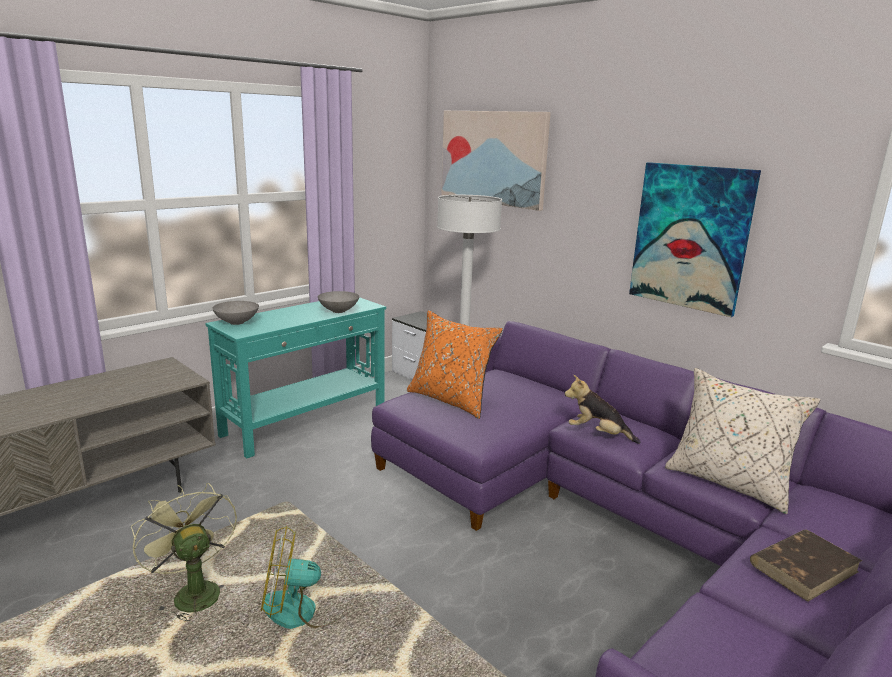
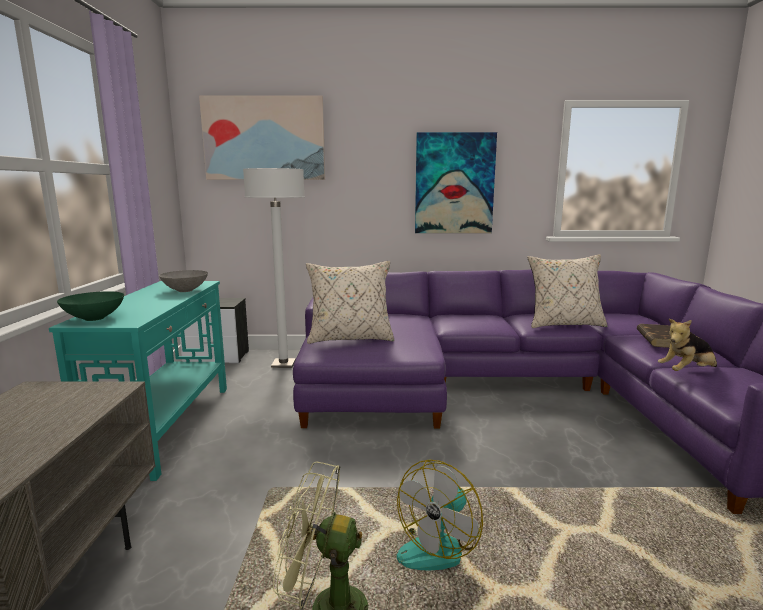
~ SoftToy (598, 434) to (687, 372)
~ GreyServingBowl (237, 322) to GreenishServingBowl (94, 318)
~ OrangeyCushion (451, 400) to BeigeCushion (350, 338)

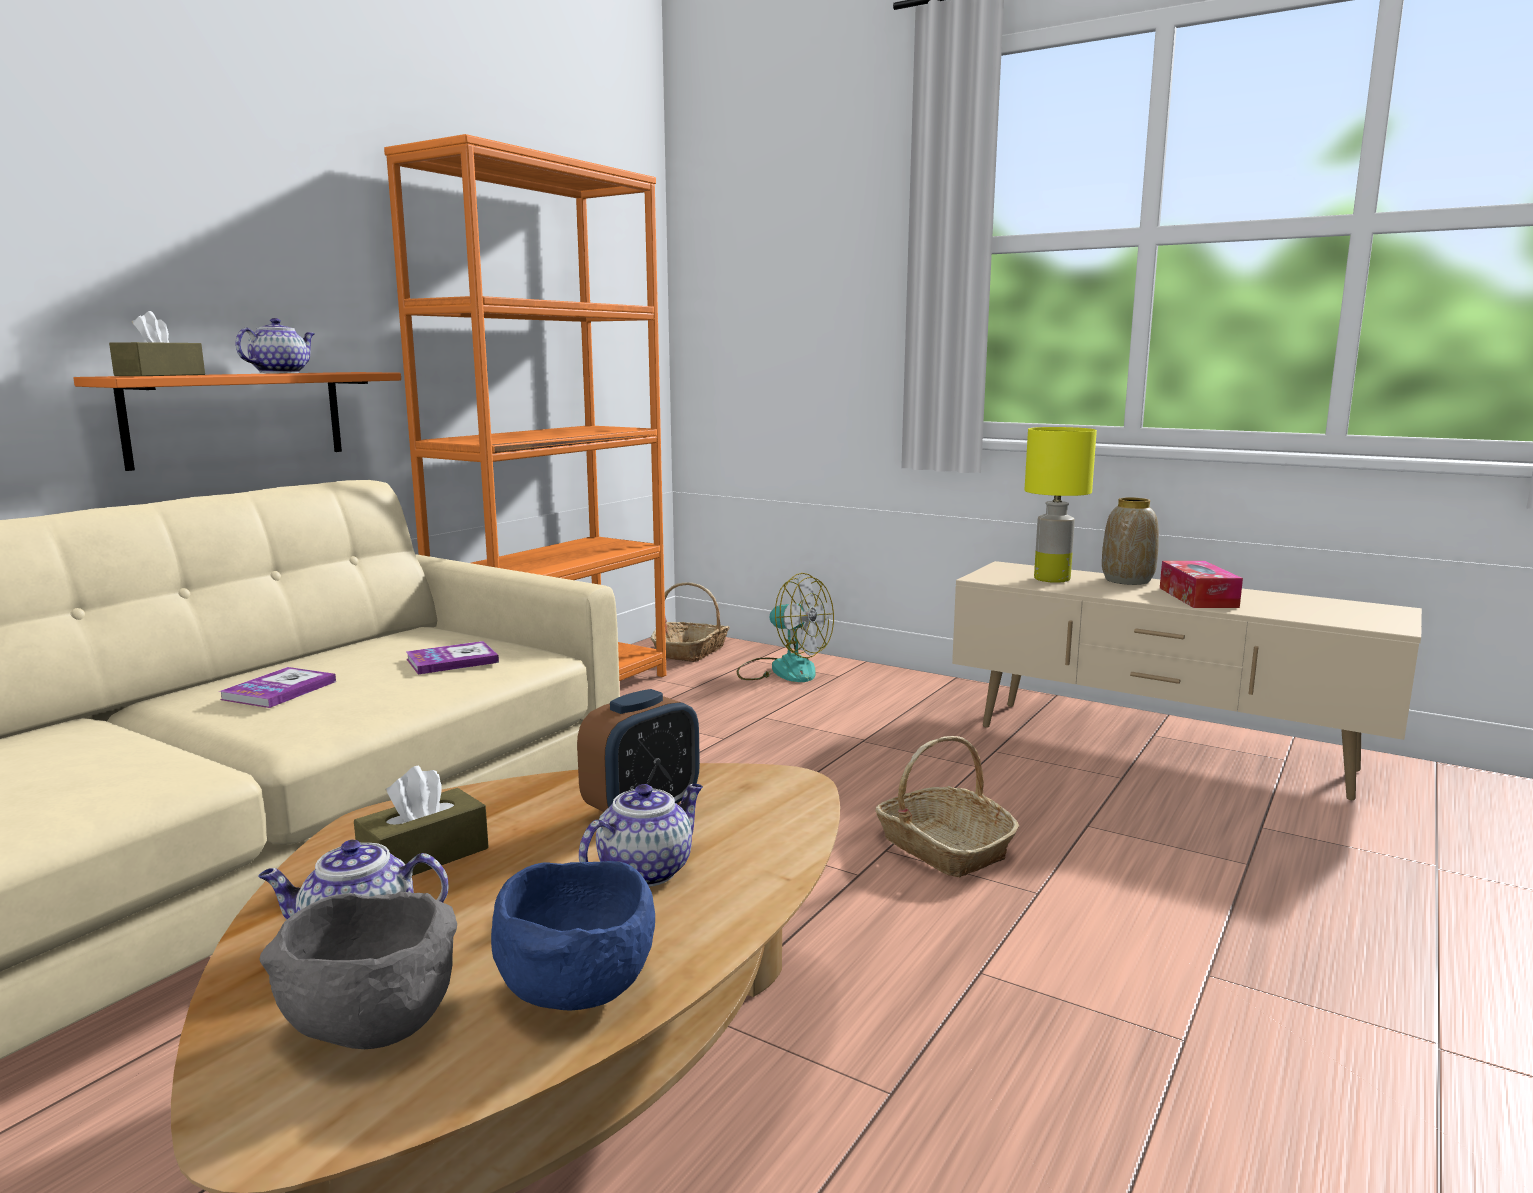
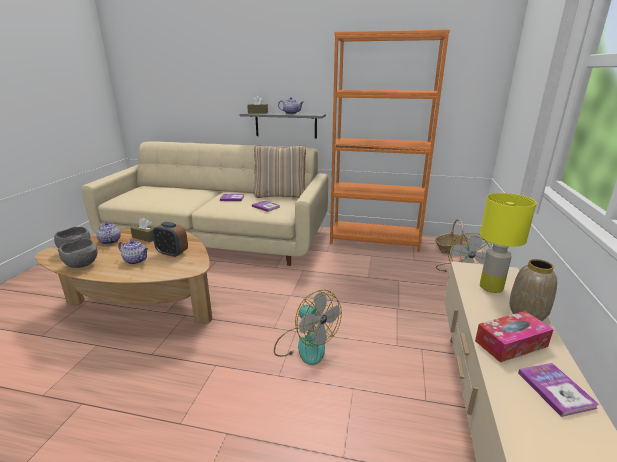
+ BeigeCushion (280, 195)
+ Volume (555, 390)
~ Basket (942, 847) to CoolingFan (305, 345)
~ OrangeyShelf (237, 417) to GreyShelf (286, 125)
~ BlueColouredServingBowl (577, 989) to GreyServingBowl (83, 265)

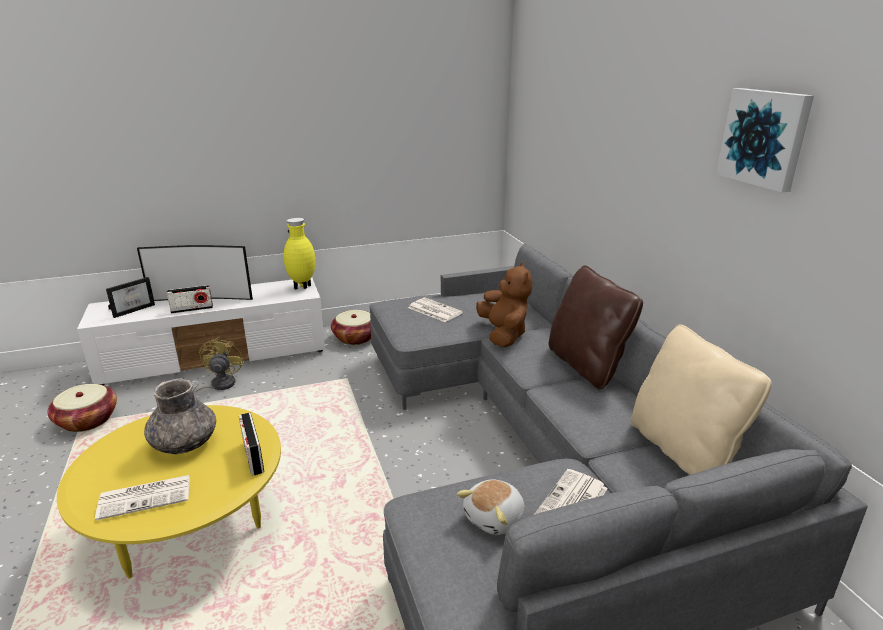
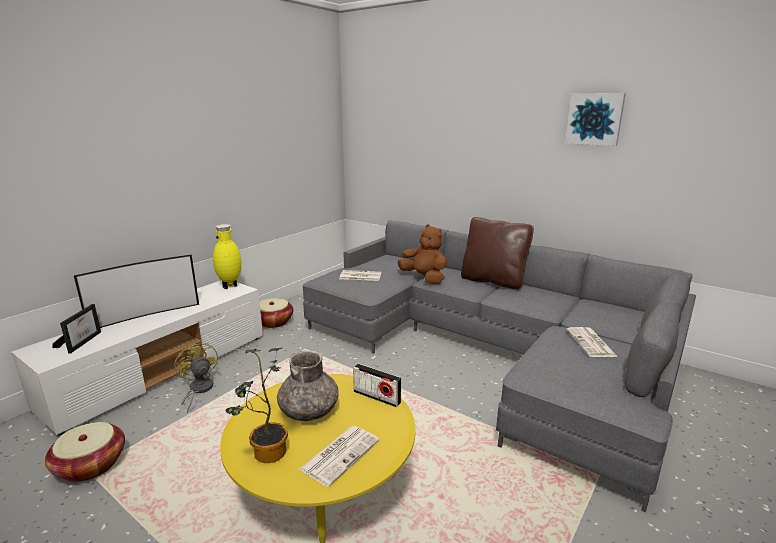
- RadioReceiver (192, 309)
- SoftToy (495, 518)
- BeigeCushion (683, 451)
+ Houseplant (266, 455)

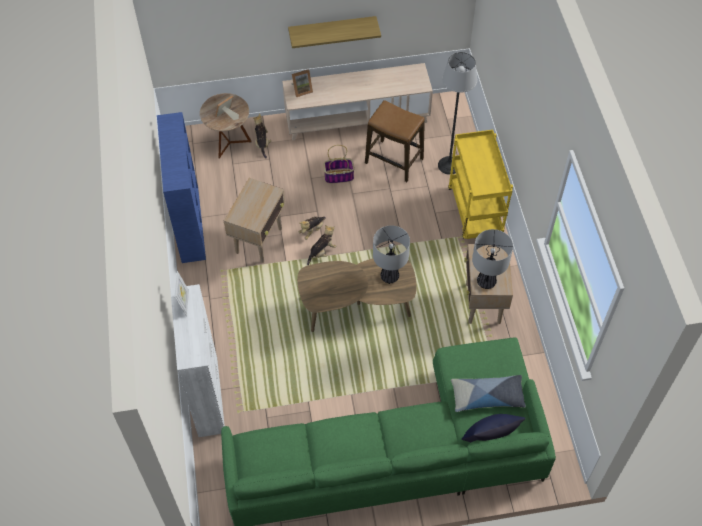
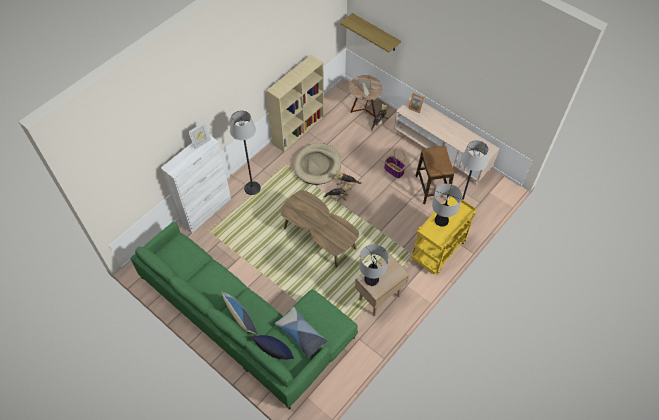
+ Cushion (240, 318)
+ StandardLamp (252, 188)
~ Shelf (332, 30) to (375, 33)
~ TabletopLamp (389, 276) to (441, 221)
~ BeigeEndTable (259, 240) to BeigeDogBed (317, 165)
~ BlueColouredShelvingUnit (189, 223) to BeigeShelvingUnit (298, 129)

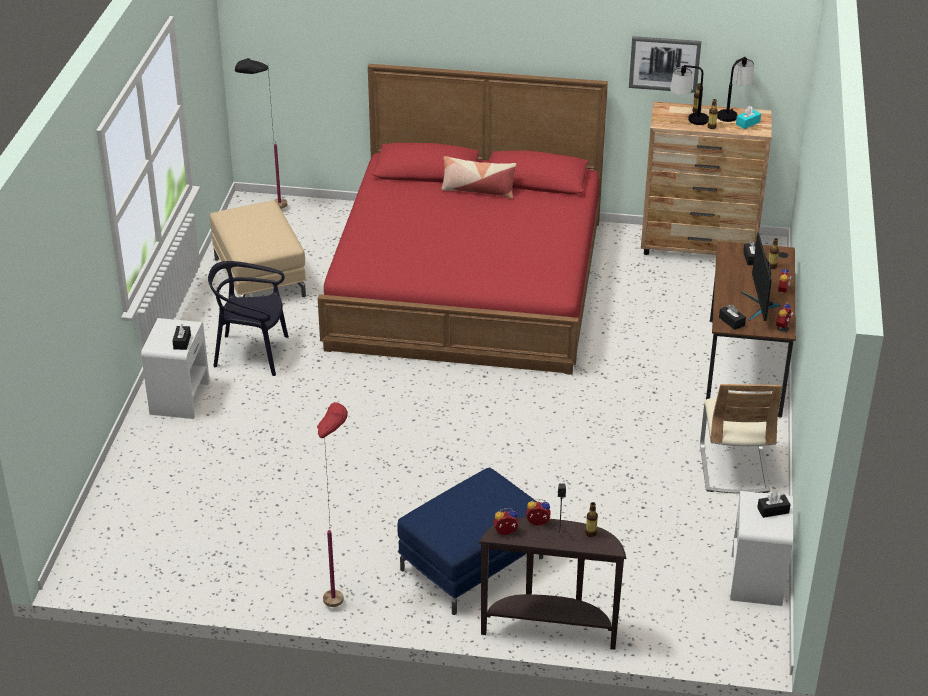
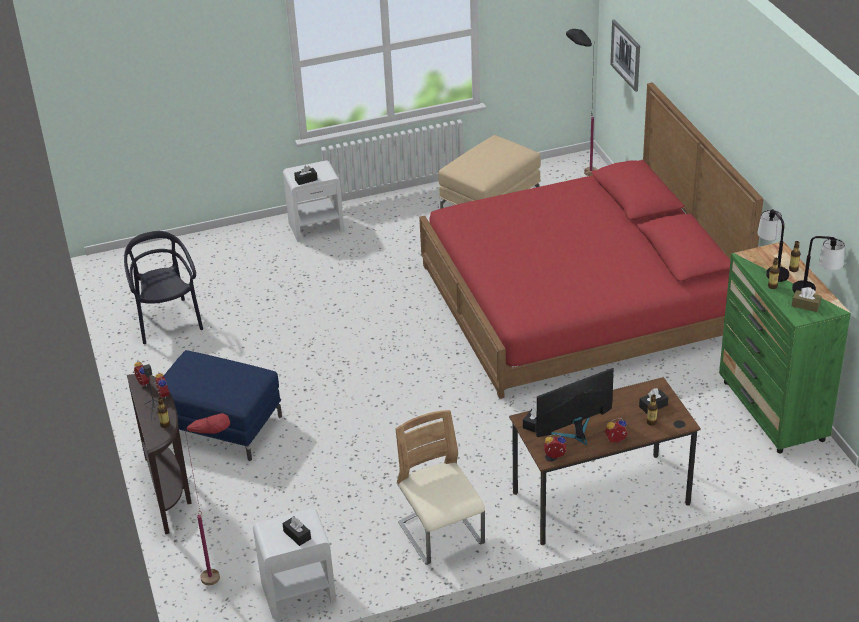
- Cushion (478, 190)
~ BlackColouredUprightChair (252, 353) to (167, 321)
~ RedColouredStandardLamp (339, 592) to (227, 579)
~ WallPicture (664, 63) to (626, 55)
~ BrownChestOfDrawers (699, 247) to GreenishChestOfDrawers (772, 411)
~ TurquoiseColouredTissueBox (747, 123) to BrownTissueBox (805, 305)
~ BeigeUprightChair (733, 468) = (441, 535) 90 degrees clockwise

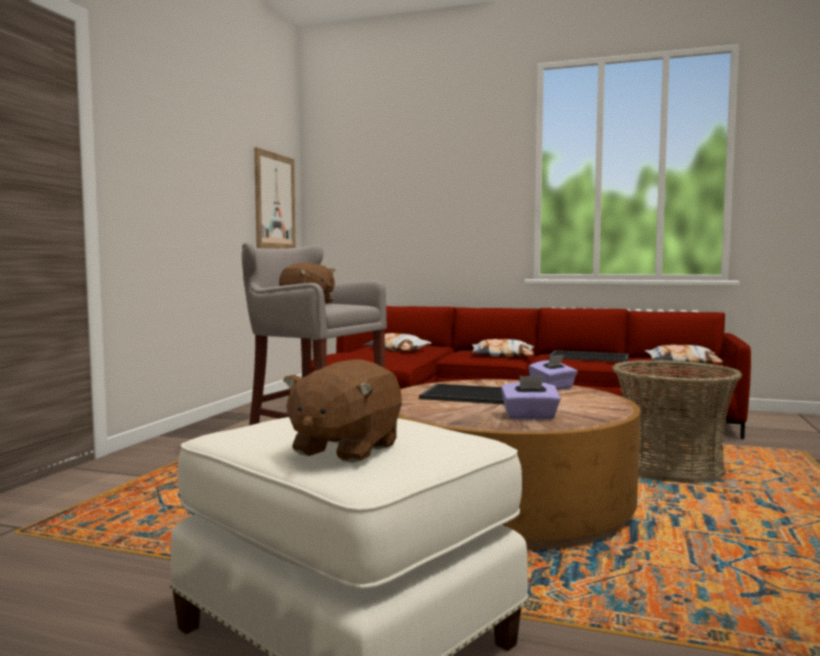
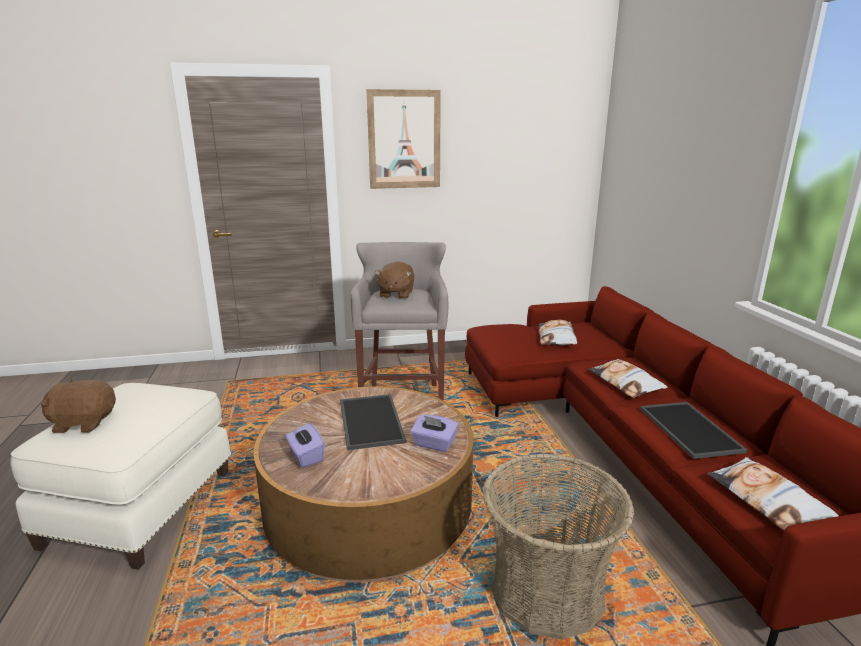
~ WallPicture (275, 202) to (404, 140)

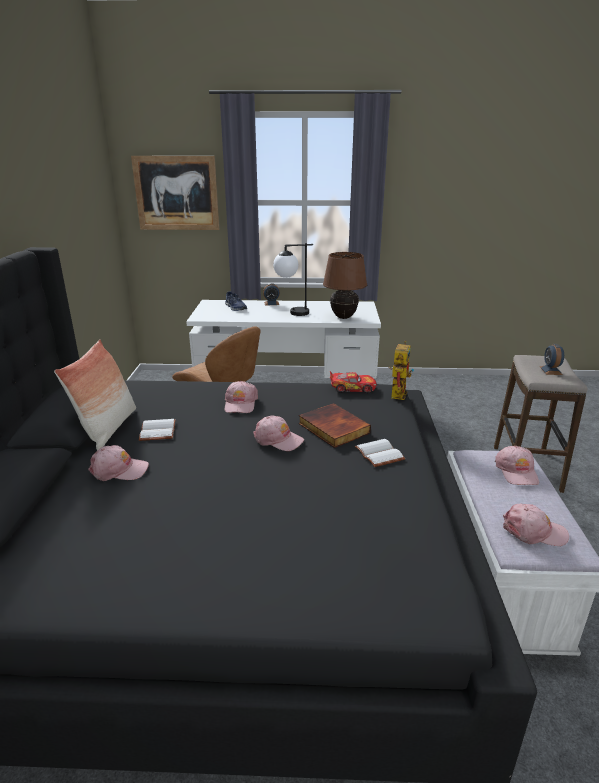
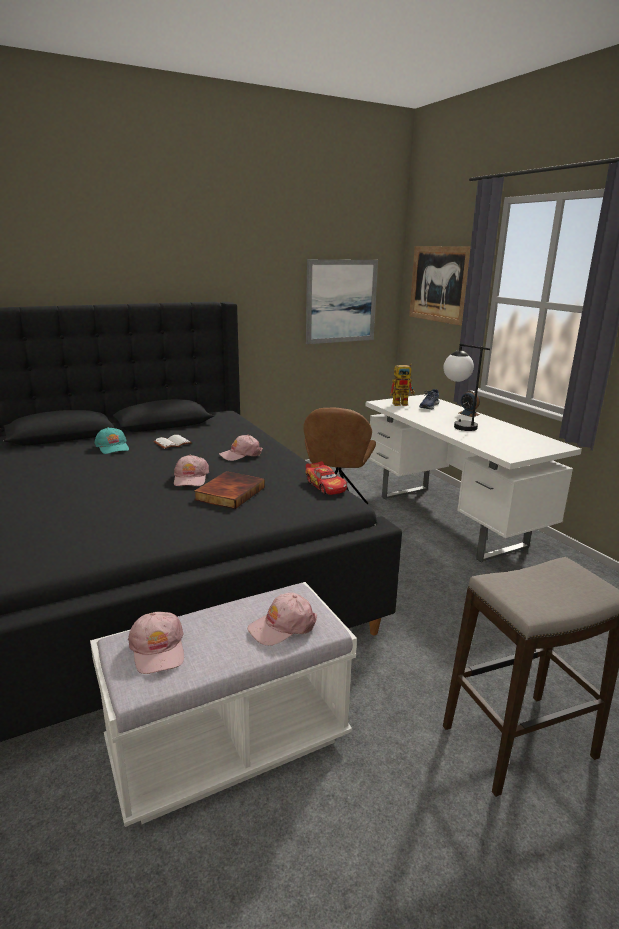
- Cushion (108, 428)
- BrownTabletopLamp (343, 317)
- WhiteVolume (380, 454)
- AlarmClock (550, 370)
+ WallPicture (341, 301)
~ ModelRobot (397, 393) to (403, 403)
~ PinkPeakedCap (119, 470) to TurquoiseColouredPeakedCap (113, 447)

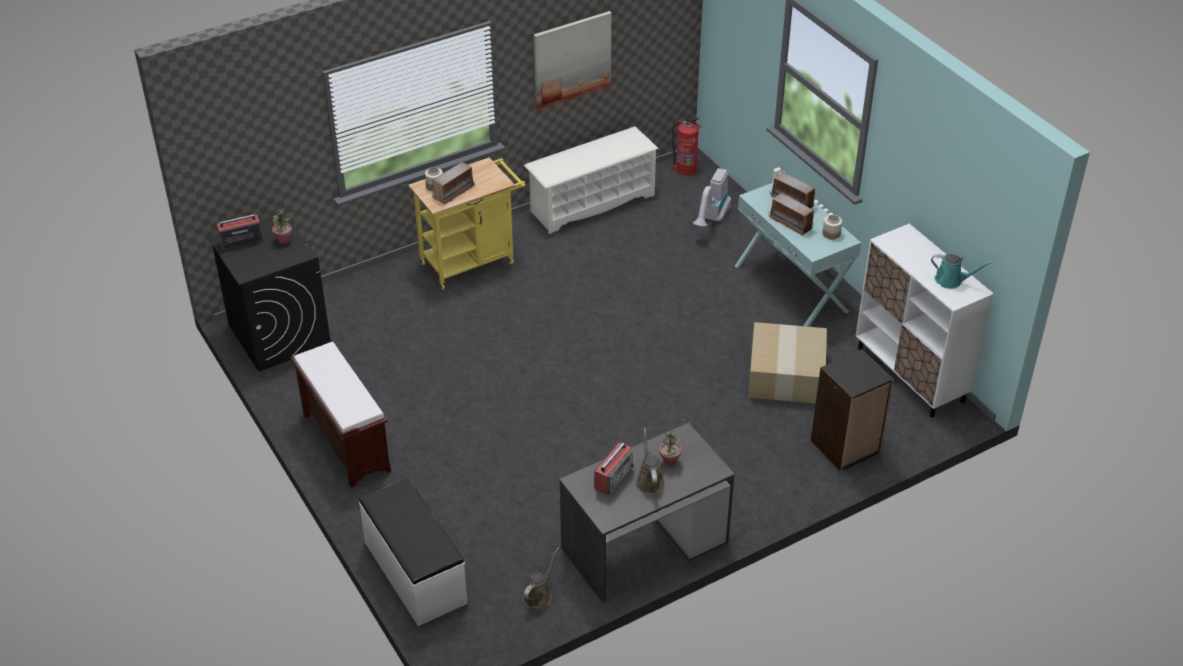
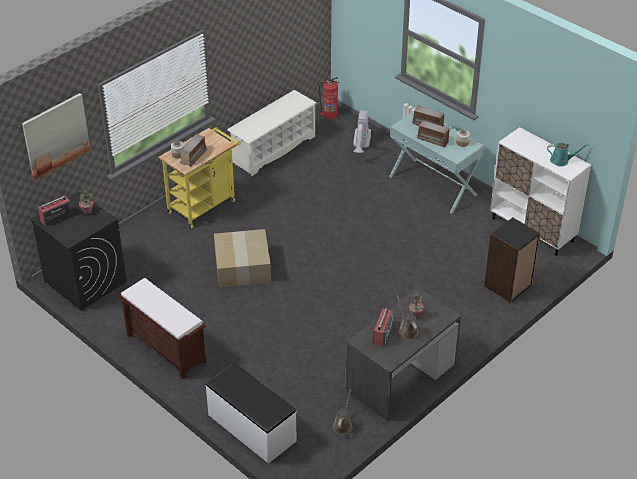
~ WallPicture (572, 59) to (56, 136)
~ PackingBox (785, 374) to (241, 266)

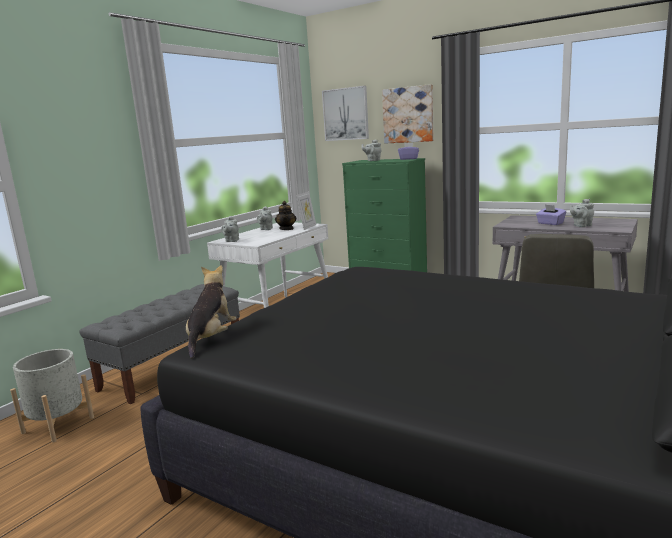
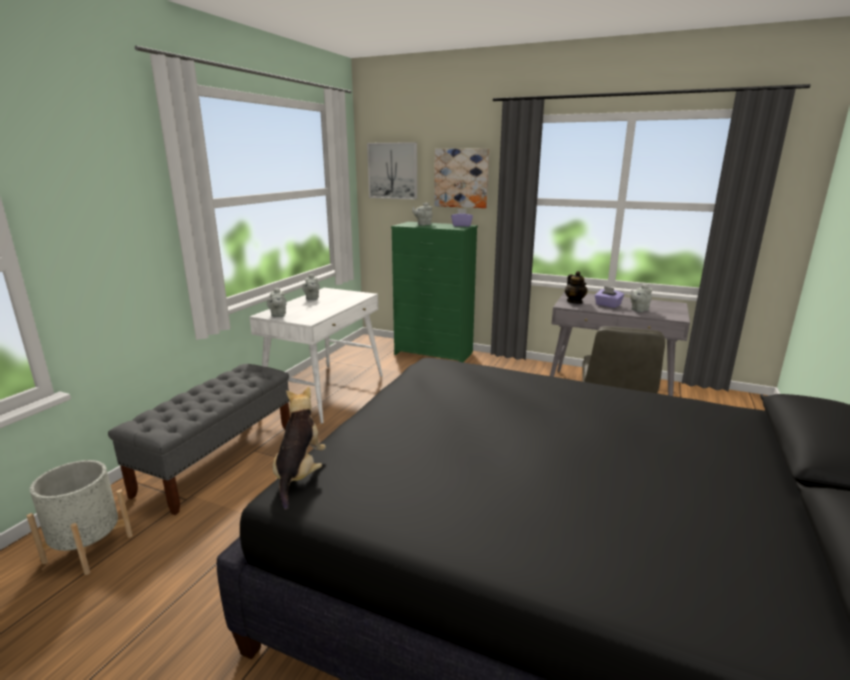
- PhotoFrame (307, 227)
~ TeaPot (286, 229) to (574, 302)

